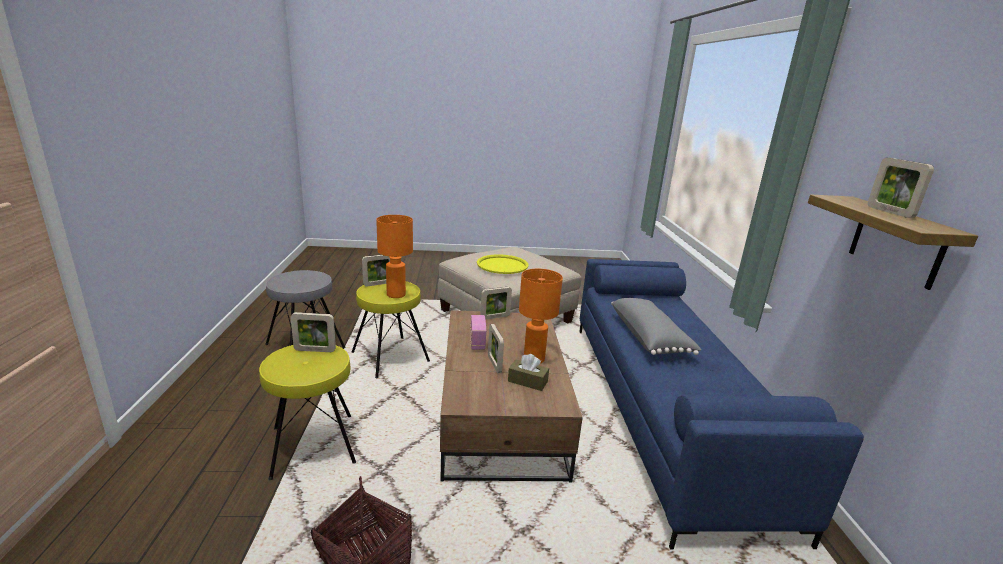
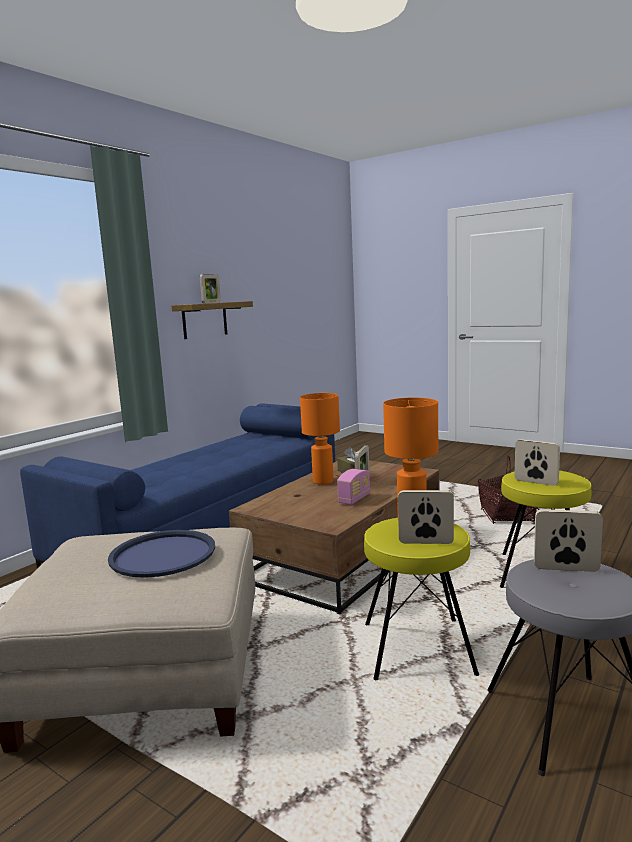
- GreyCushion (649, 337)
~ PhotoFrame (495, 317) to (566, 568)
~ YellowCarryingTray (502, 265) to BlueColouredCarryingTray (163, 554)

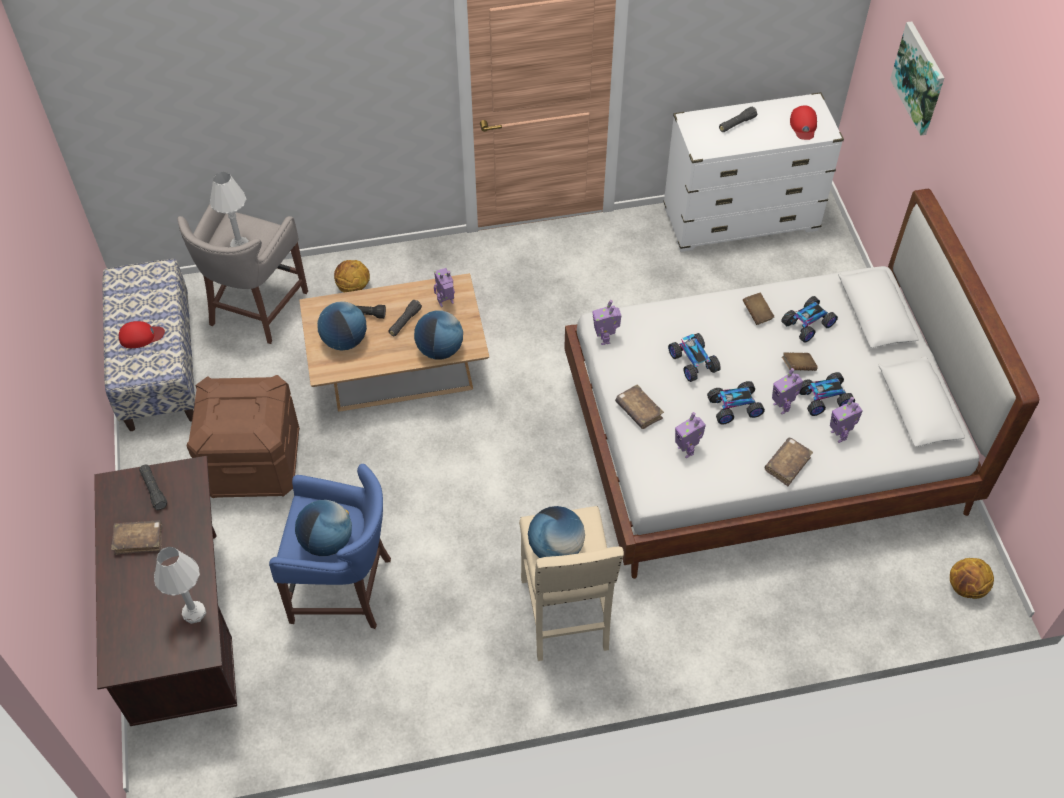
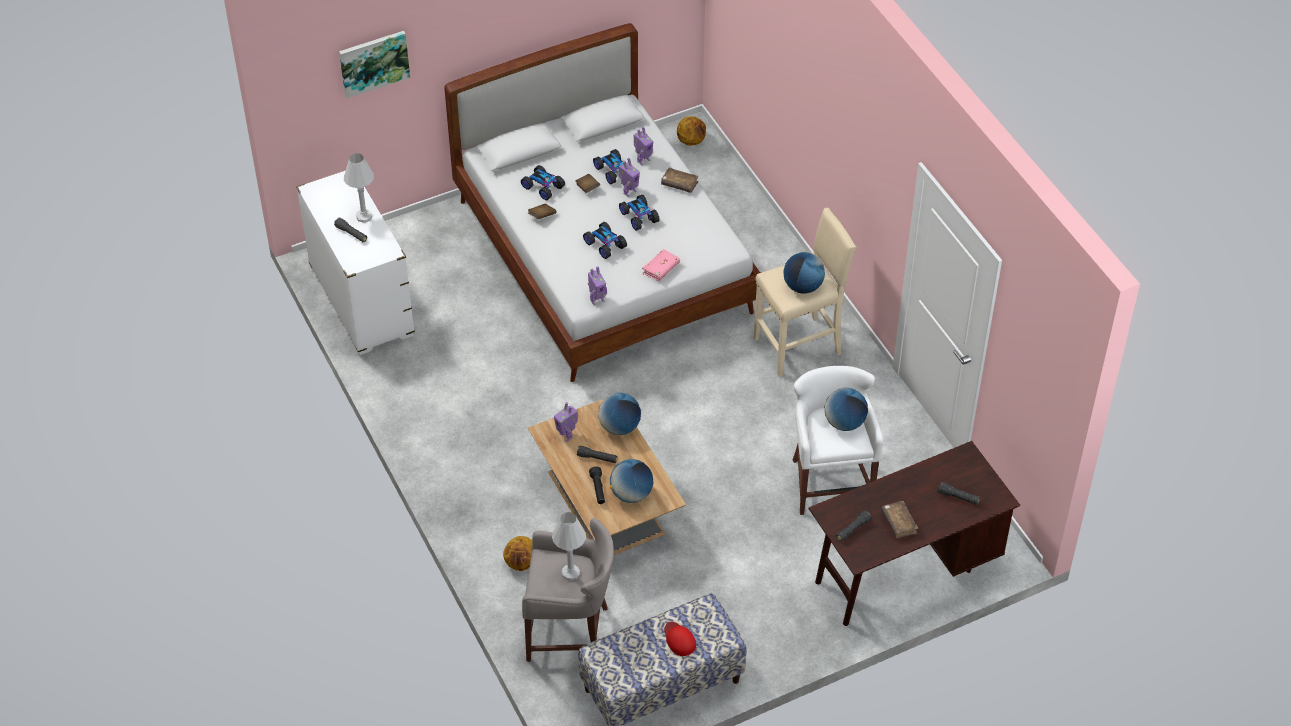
- BrownStorageBin (253, 464)
- ModelRobot (686, 450)
- RedColouredPeakedCap (803, 125)
+ BlackColouredFlashlight (958, 497)
~ WhiteTabletopLamp (194, 613) to (364, 216)
~ BlueColouredStoolSeat (345, 588) to WhiteStoolSeat (829, 481)
~ BrownVolume (638, 411) to PinkVolume (661, 269)
~ MiniatureCar (692, 362) = (605, 244) 90 degrees counterclockwise

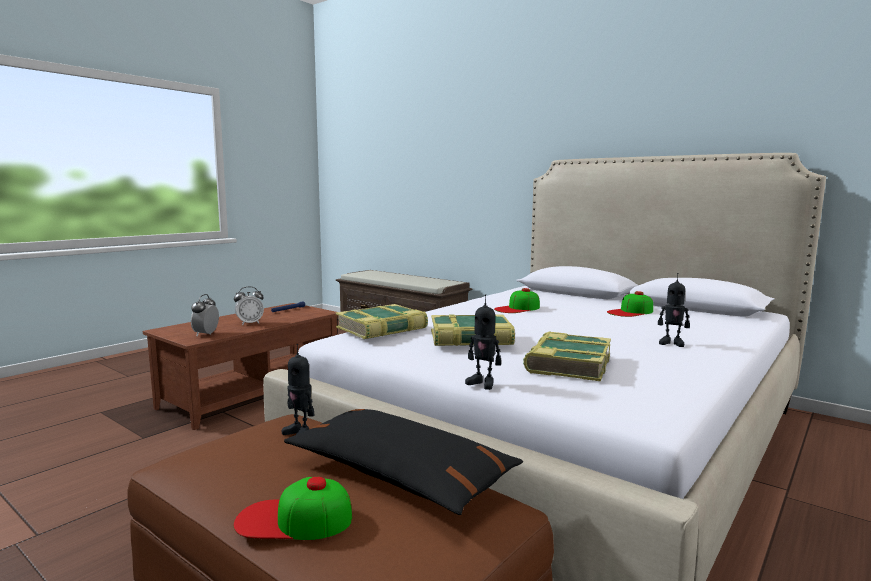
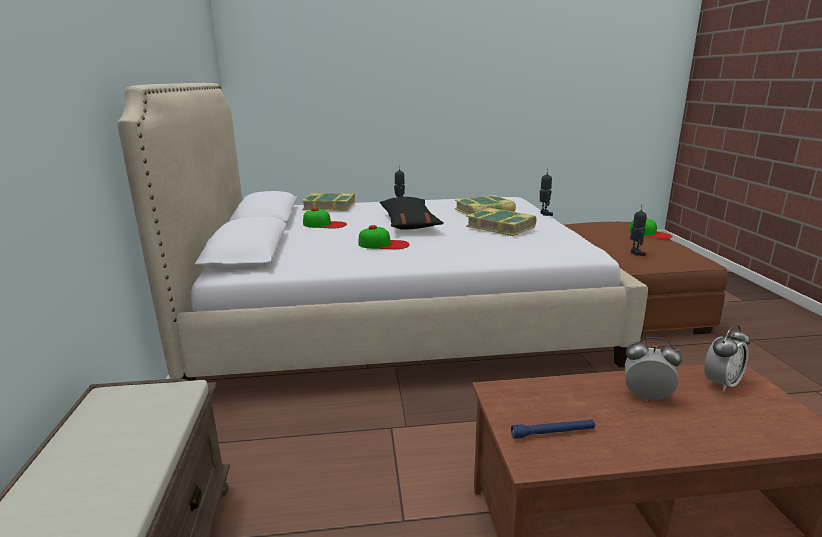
~ BlackColouredCushion (399, 475) to (409, 223)
~ Volume (382, 329) to (329, 206)

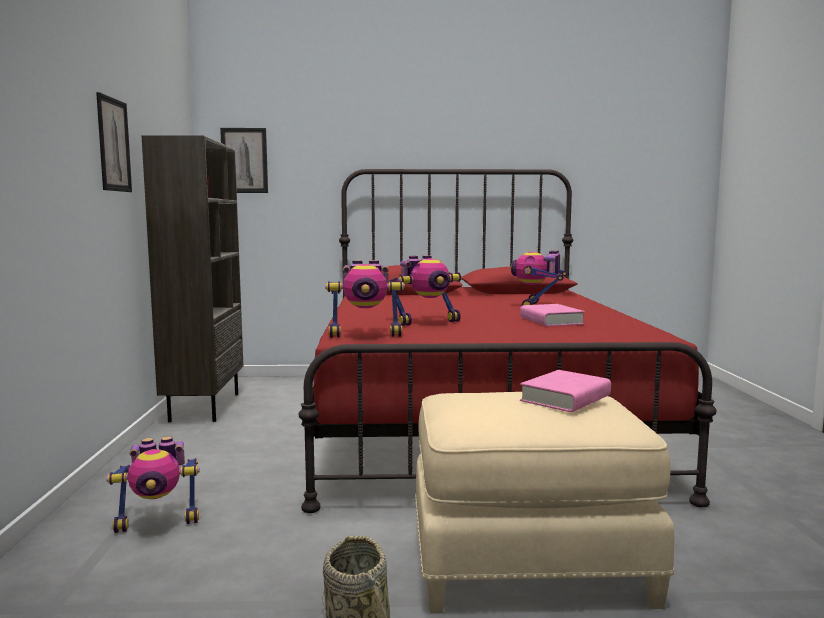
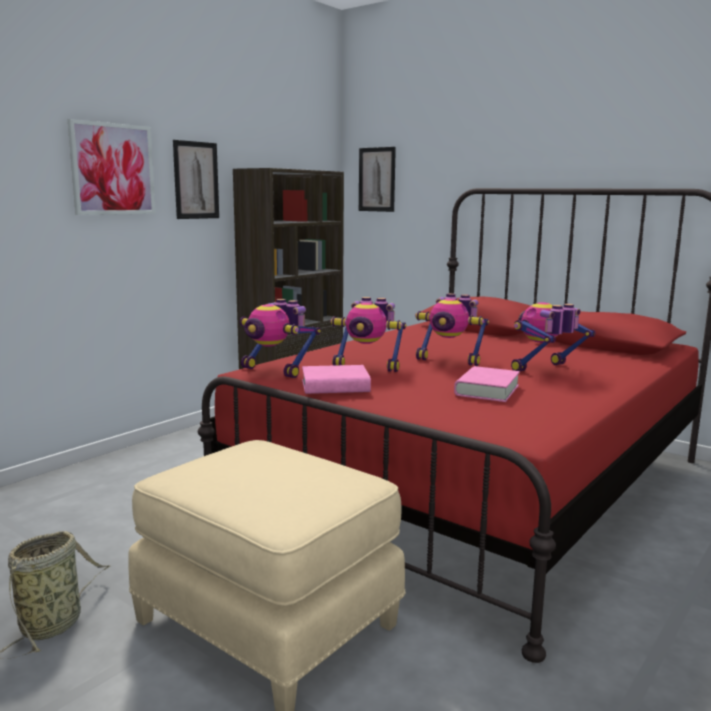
+ WallPicture (113, 169)
~ ModelRobot (158, 521) to (450, 360)
~ PinkVolume (565, 398) to (335, 386)

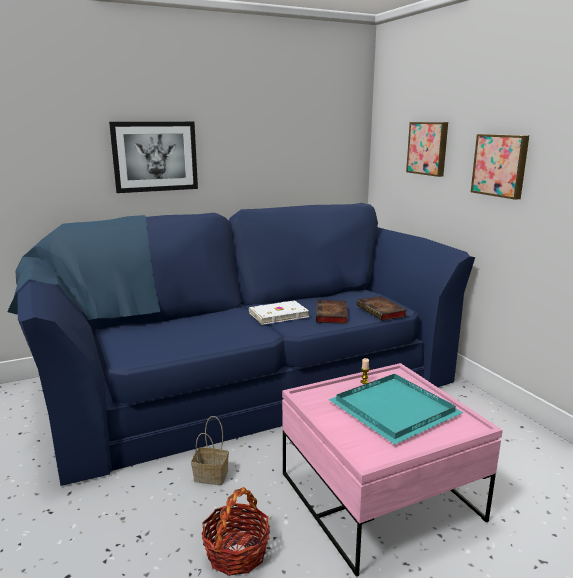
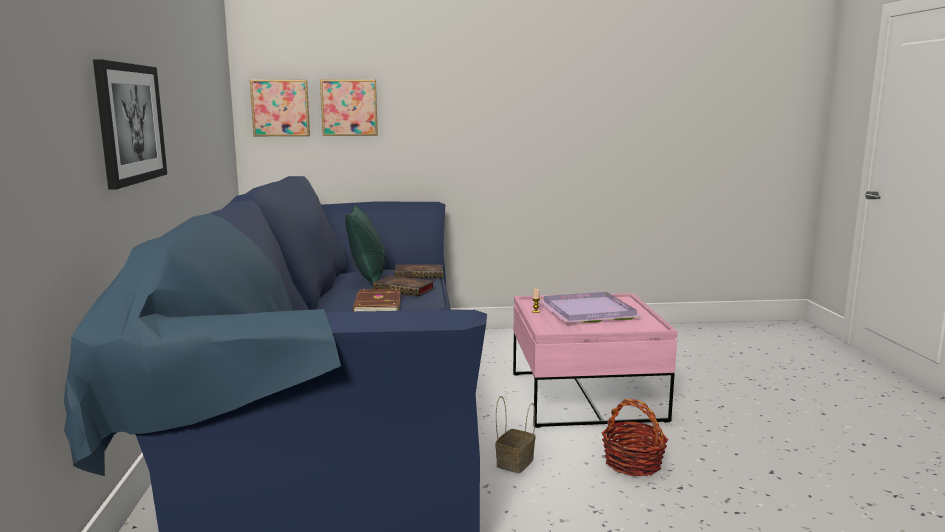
+ GreenishCushion (368, 278)
~ WallPicture (500, 165) to (281, 108)
~ WhiteVolume (278, 314) to BrownVolume (376, 305)
~ TurquoiseColouredCarryingTray (394, 408) to PurpleColouredCarryingTray (586, 311)

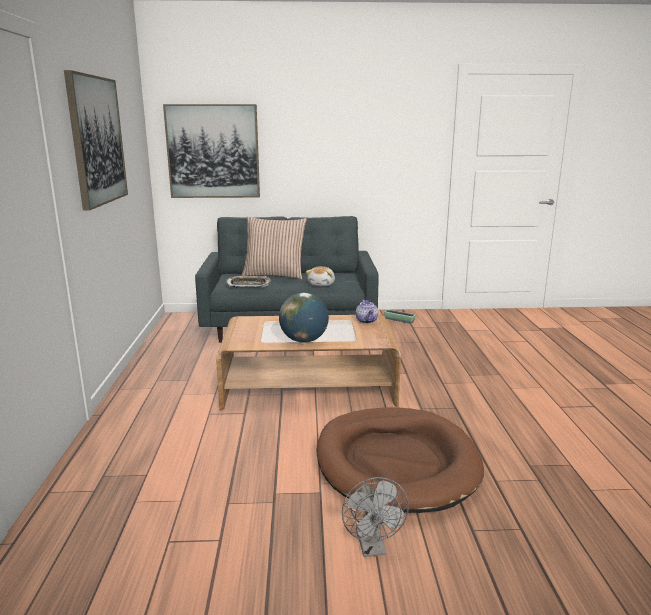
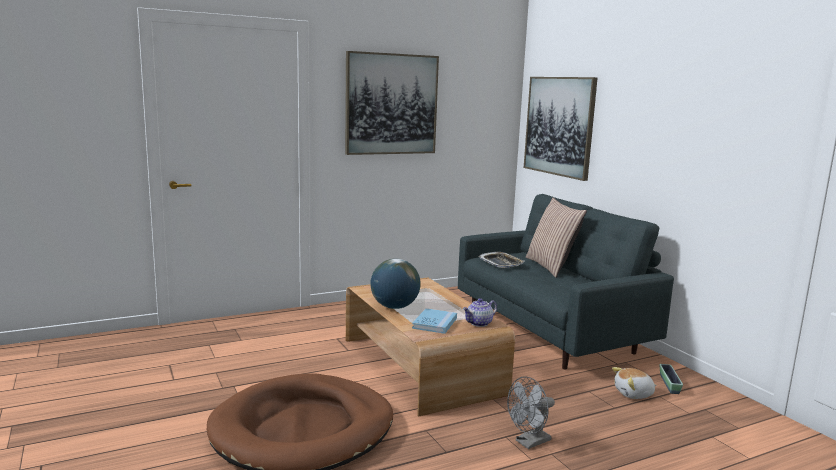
+ BlueColouredVolume (435, 323)
~ SoftToy (322, 284) to (634, 394)
~ GreyCoolingFan (372, 547) to (529, 442)

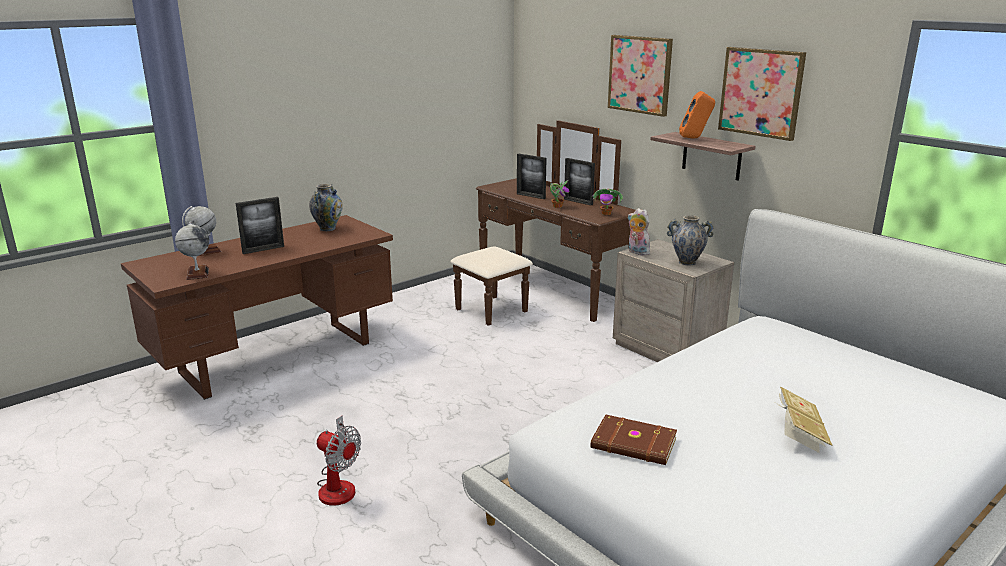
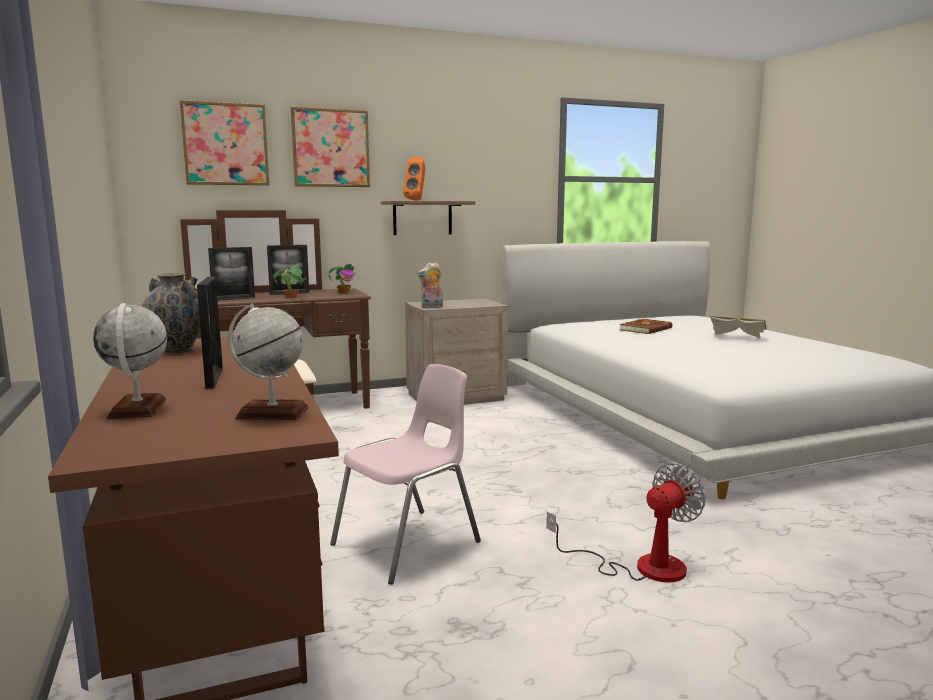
- FlowerVase (687, 262)
+ PinkUprightChair (409, 543)
~ BrownVolume (634, 444) to (647, 329)
~ WallPicture (761, 92) to (225, 144)

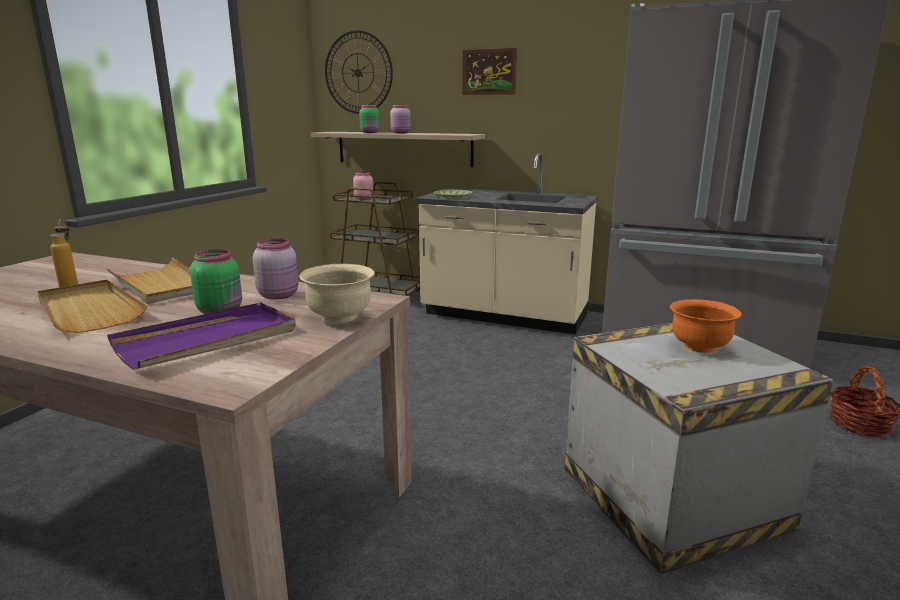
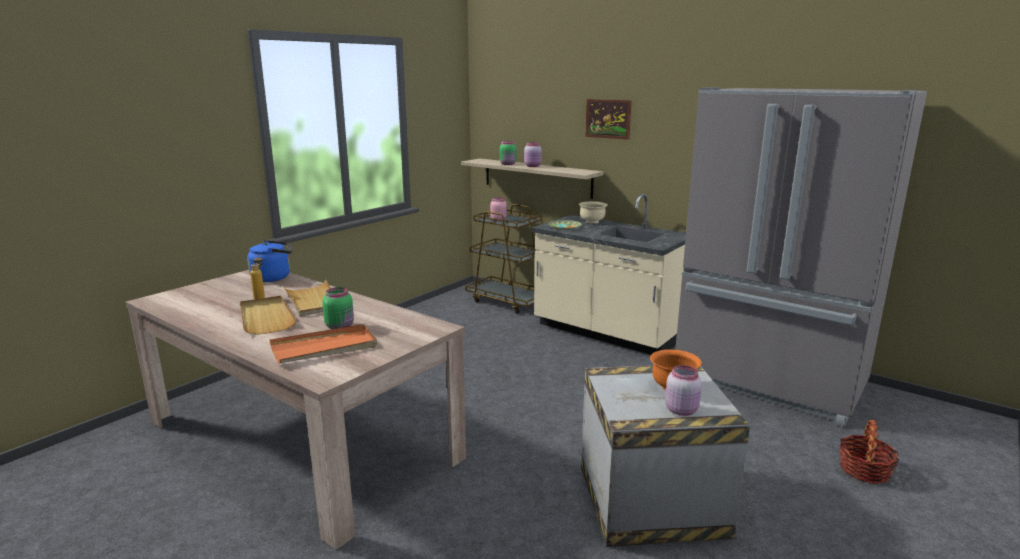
- WallClock (358, 73)
+ BlueColouredTeaKettle (273, 277)
~ PinkJar (279, 295) to (681, 410)
~ BeigeServingBowl (339, 317) to (592, 221)
~ PurpleColouredCarryingTray (208, 340) to OrangeyCarryingTray (324, 348)

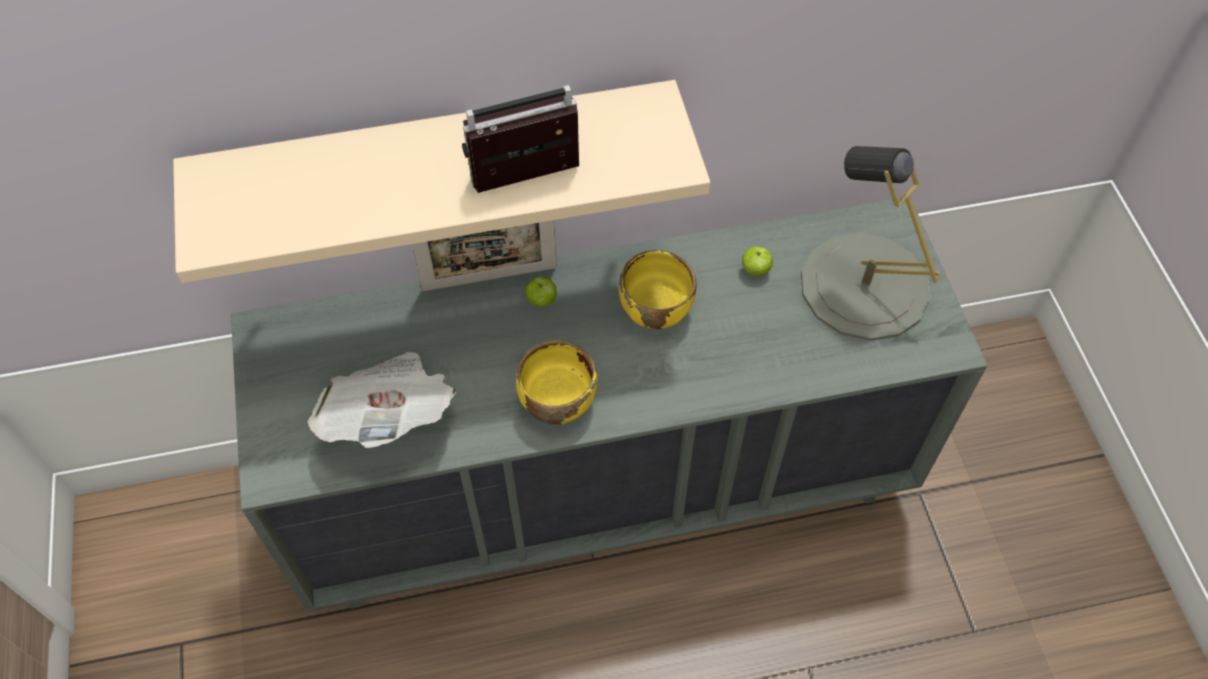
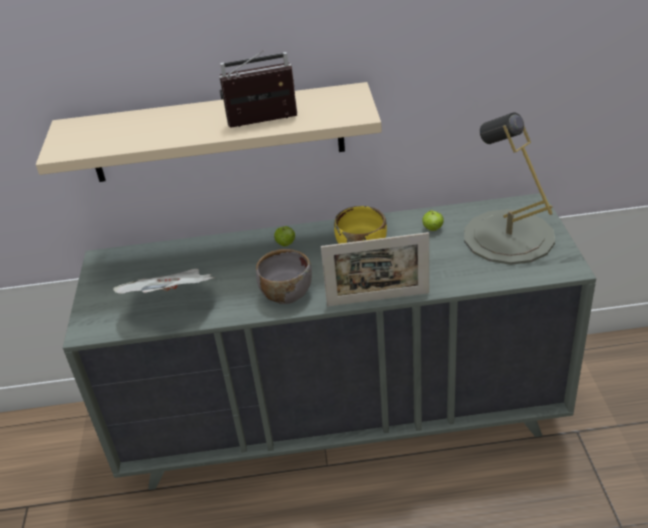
~ PhotoFrame (489, 278) to (378, 299)
~ YellowServingBowl (557, 400) to GreyServingBowl (286, 294)

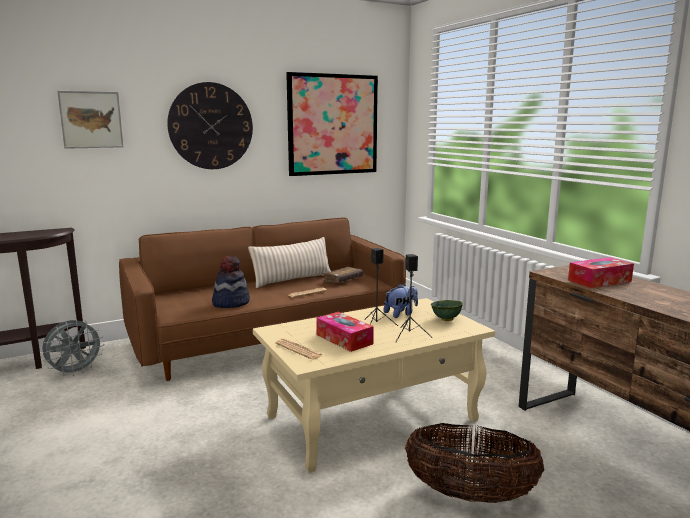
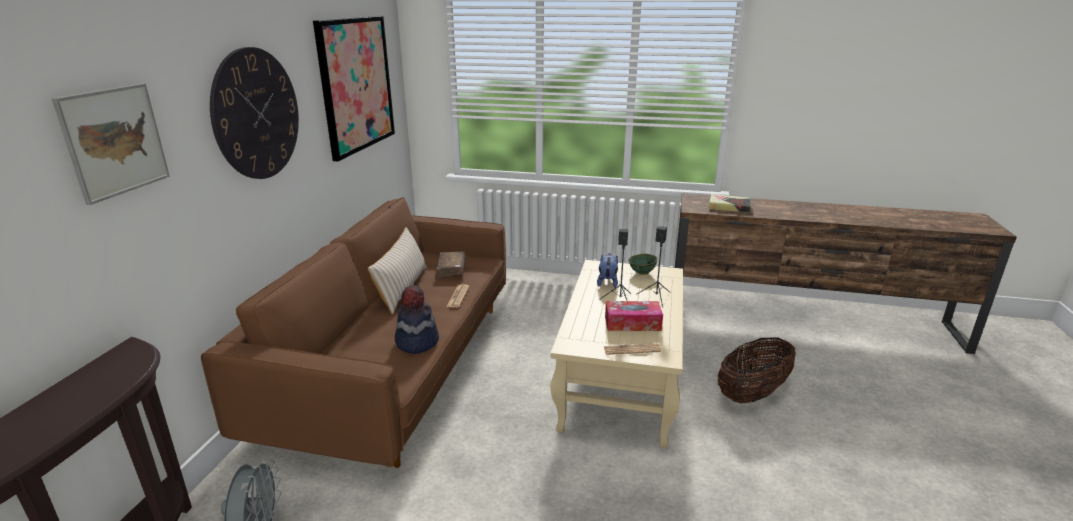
~ TissueBox (599, 281) to Volume (729, 207)

